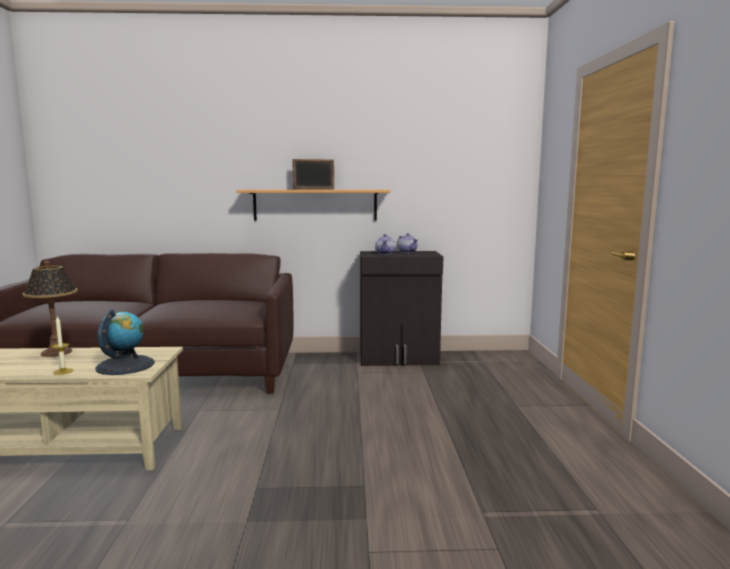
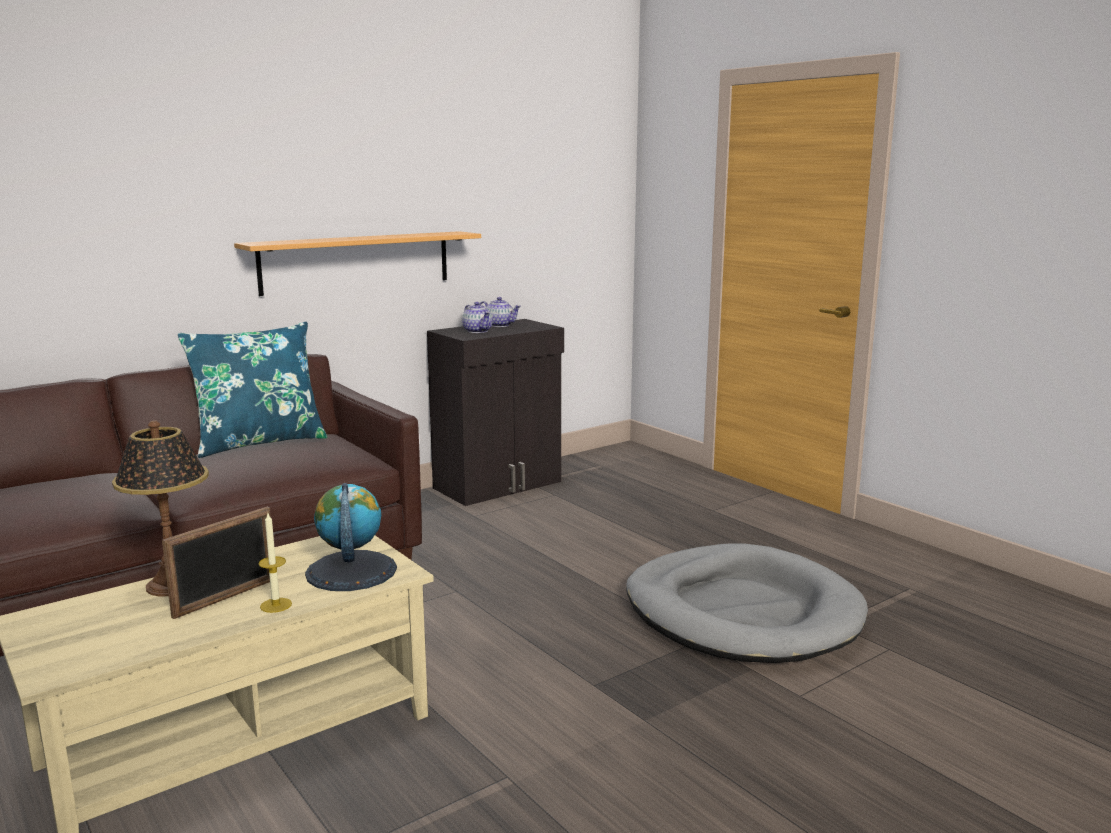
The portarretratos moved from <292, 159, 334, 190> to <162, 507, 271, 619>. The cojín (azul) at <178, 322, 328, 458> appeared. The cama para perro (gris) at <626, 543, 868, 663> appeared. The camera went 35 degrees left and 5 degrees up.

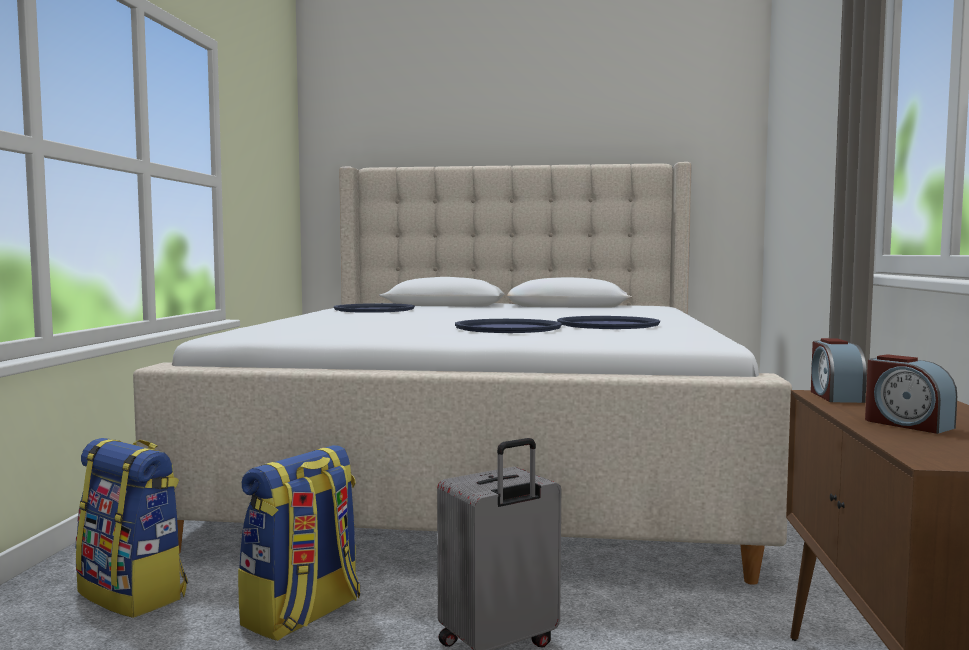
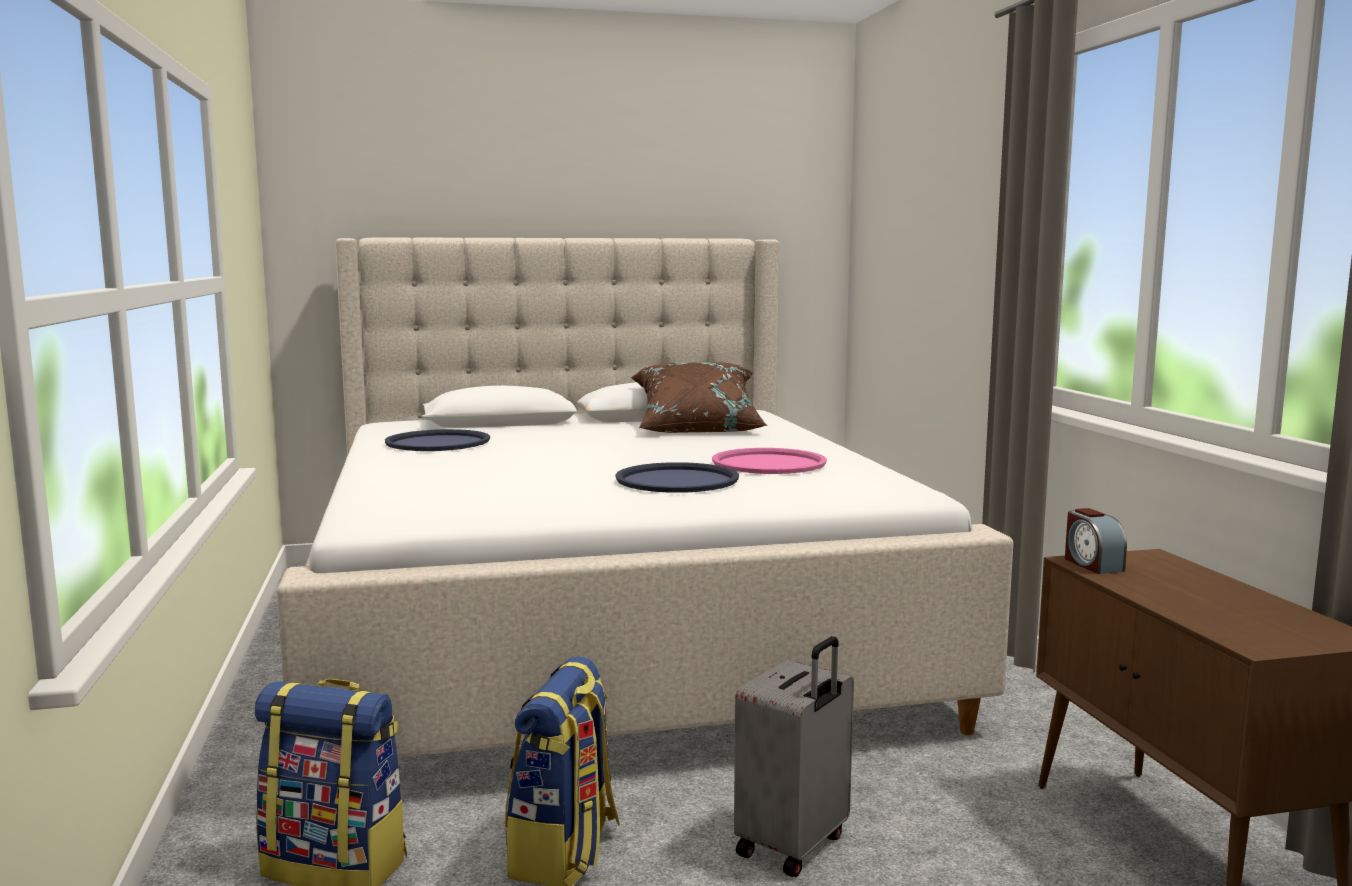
The bandeja (azul) at <557, 316, 660, 329> became the bandeja (rosa) at <712, 448, 827, 474>. The despertador at <865, 354, 957, 434> disappeared. The cojín (marrón) at <631, 362, 767, 433> appeared. The camera went 20 degrees left and 5 degrees up.

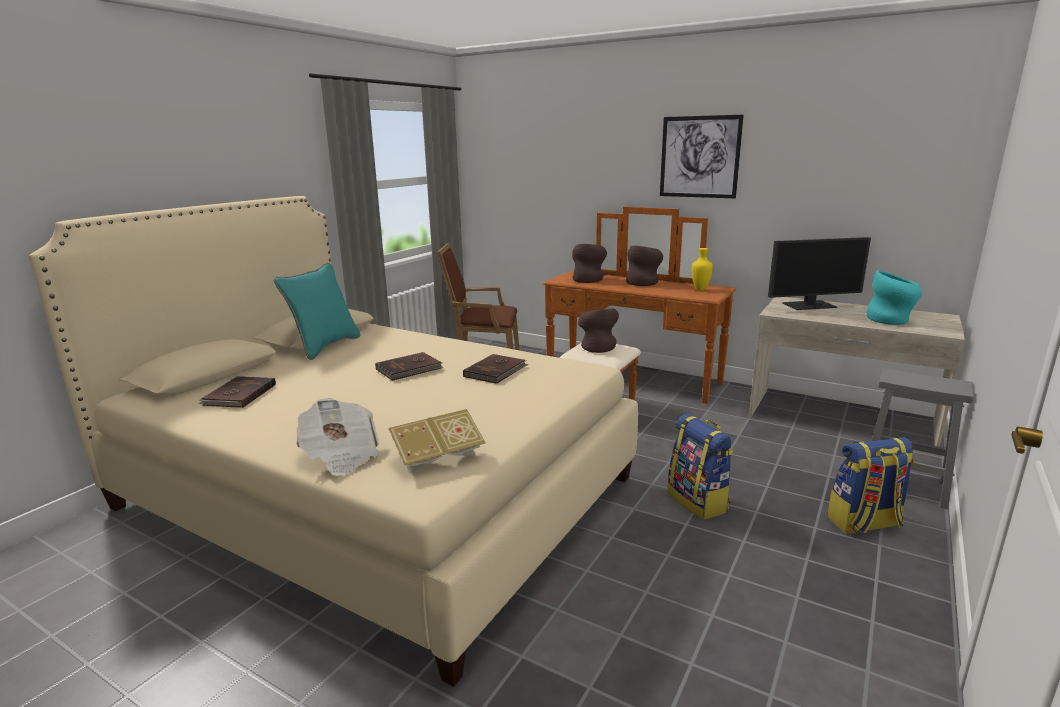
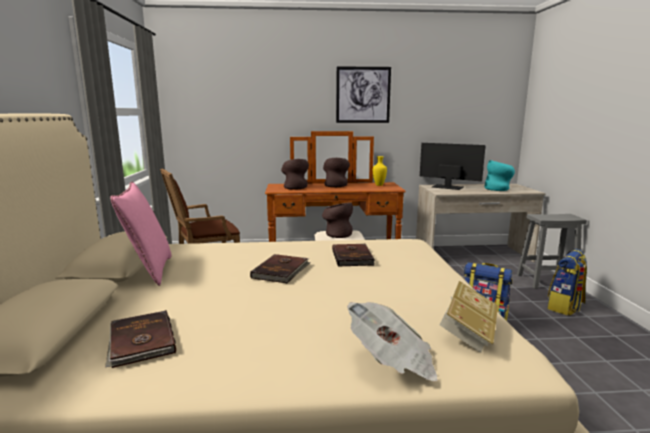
The monitor at <768, 237, 871, 310> turned 105 degrees counterclockwise. The cojín (turquesa) at <274, 263, 361, 360> became the cojín (rosa) at <110, 181, 172, 286>. The camera went 35 degrees left and 5 degrees down.

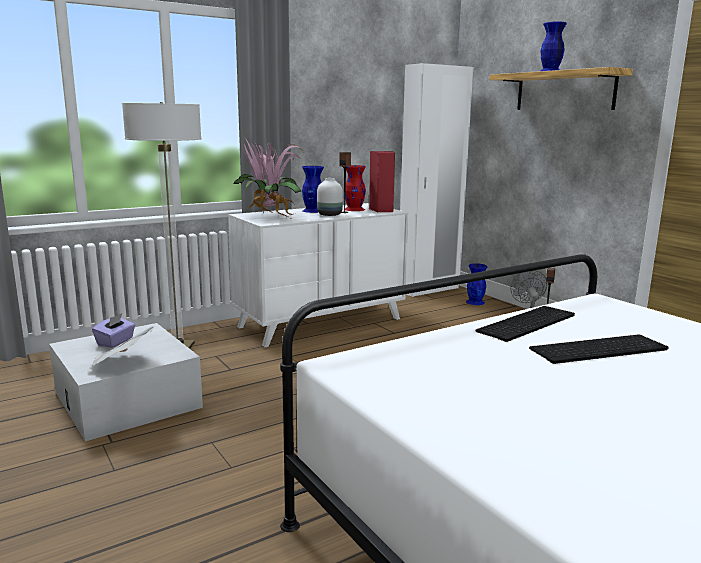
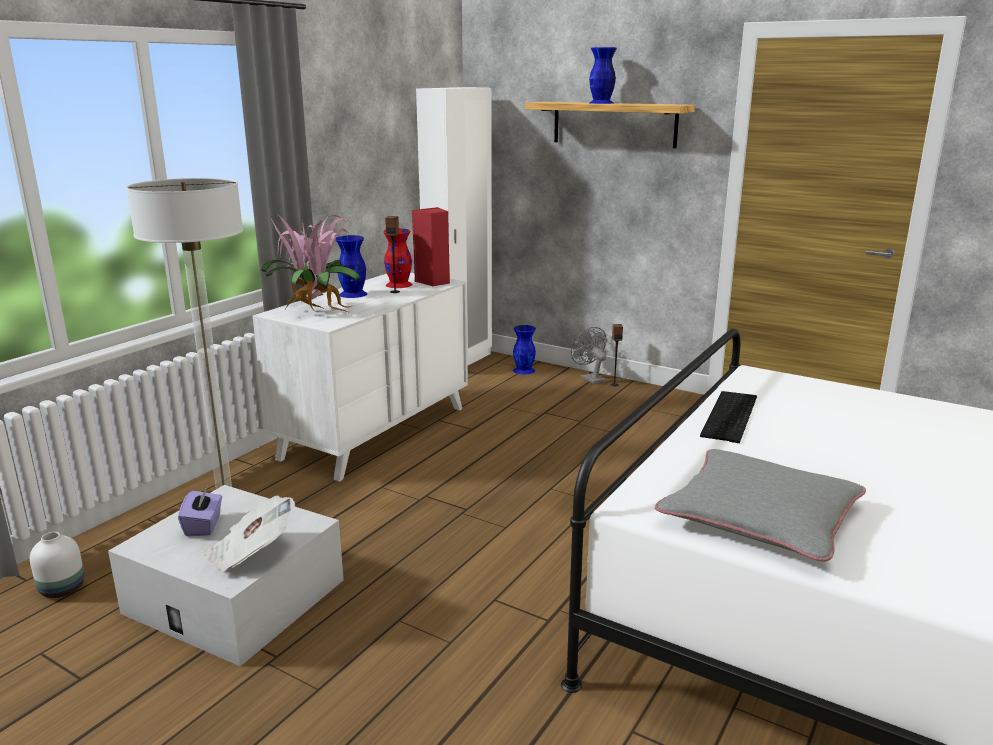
The florero (blanco) moved from <317, 178, 343, 216> to <30, 532, 84, 598>. The teclado at <529, 334, 669, 364> disappeared. The cojín (gris) at <655, 449, 866, 562> appeared. The camera went 25 degrees left and 5 degrees up.

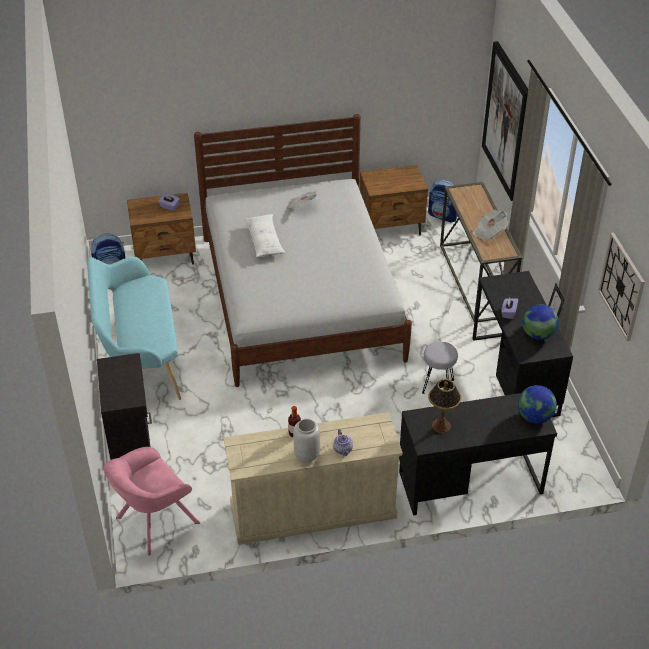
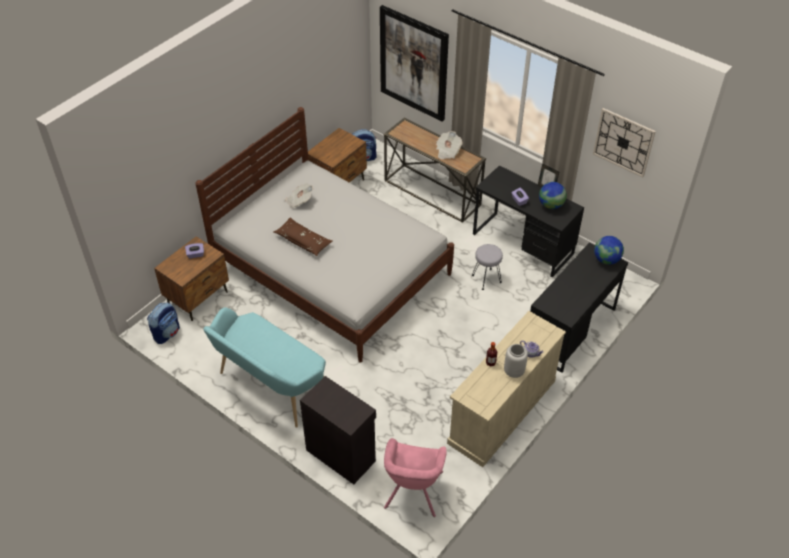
The cojín (blanco) at <244, 214, 286, 257> became the cojín (marrón) at <274, 217, 333, 256>. The lámpara de mesa at <429, 379, 461, 433> disappeared. The camera went 40 degrees left and 5 degrees up.

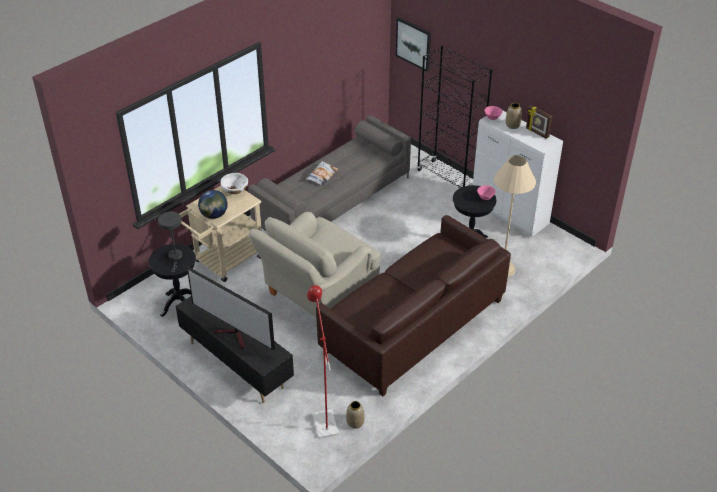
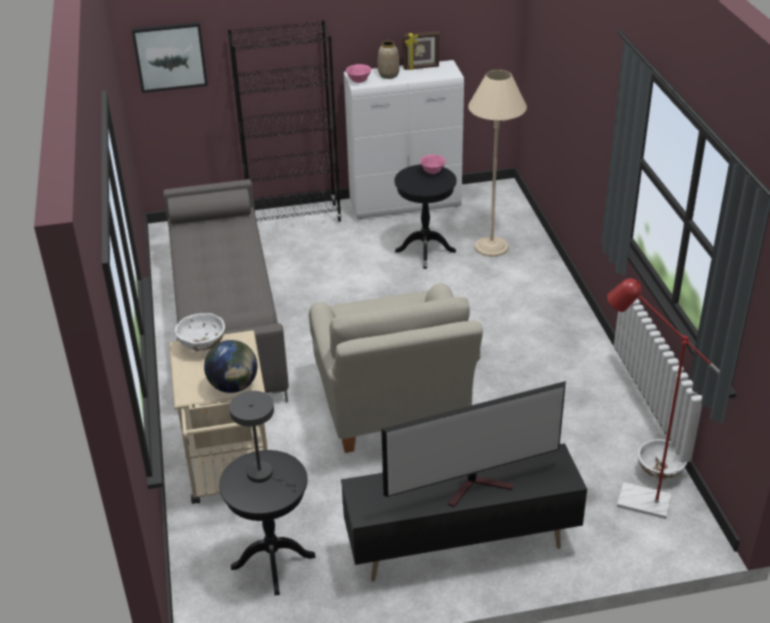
The cojín at <306, 161, 338, 186> disappeared. The sofá (marrón) at <316, 215, 511, 396> disappeared. The florero at <346, 401, 365, 429> was replaced by the cuenco (blanco) at <638, 439, 687, 479>. The camera went 55 degrees left and 5 degrees down.

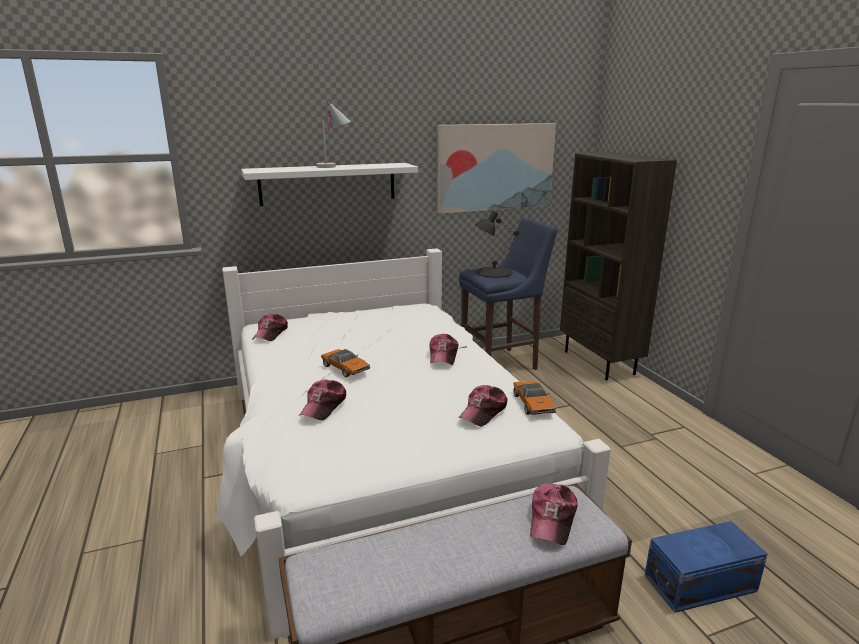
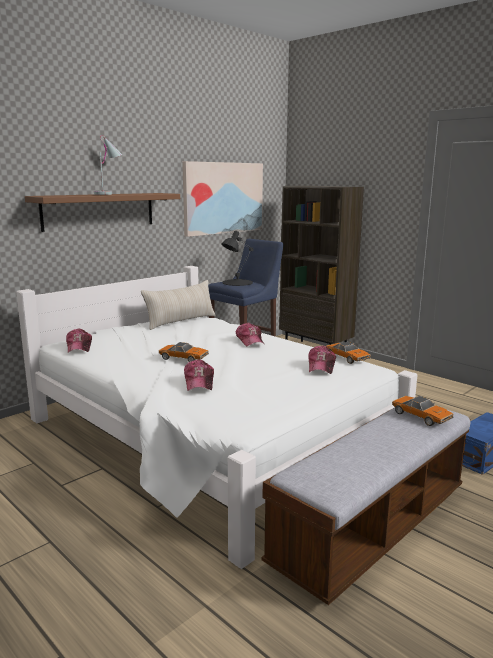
The estante (blanco) at <241, 163, 418, 206> became the estante (marrón) at <25, 193, 180, 232>. The gorra at <530, 483, 578, 545> was replaced by the coche de juguete at <392, 396, 454, 426>. The cojín (beis) at <141, 280, 216, 330> appeared. The camera went 25 degrees left and 5 degrees down.

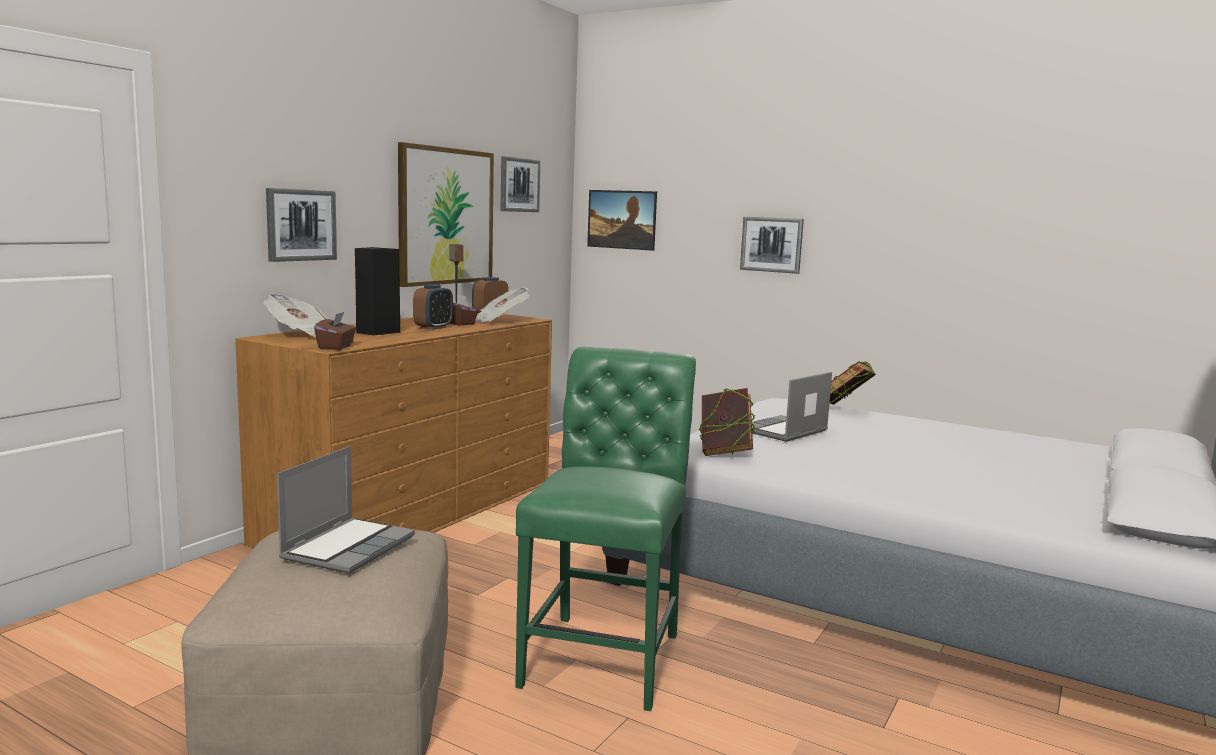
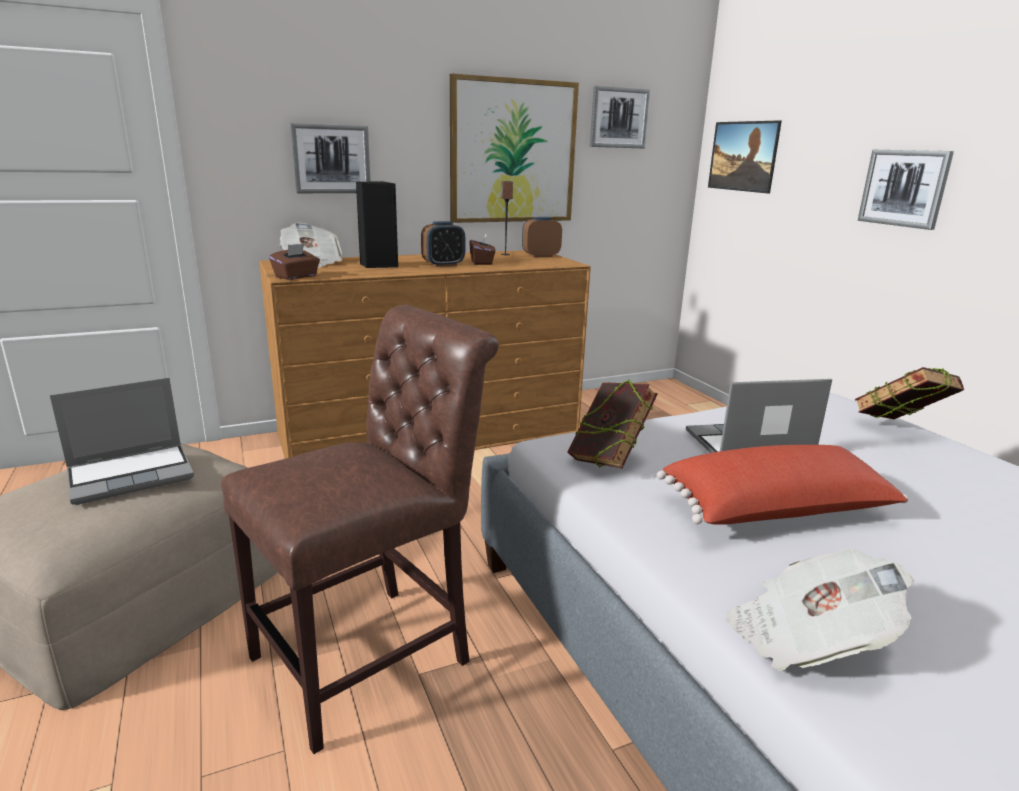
The periódico moved from <475, 287, 529, 322> to <726, 549, 914, 671>. The silla (verde) at <515, 347, 696, 711> became the silla (marrón) at <221, 305, 499, 754>. The cojín (rojo) at <657, 445, 908, 525> appeared. The camera went 35 degrees right and 10 degrees up.

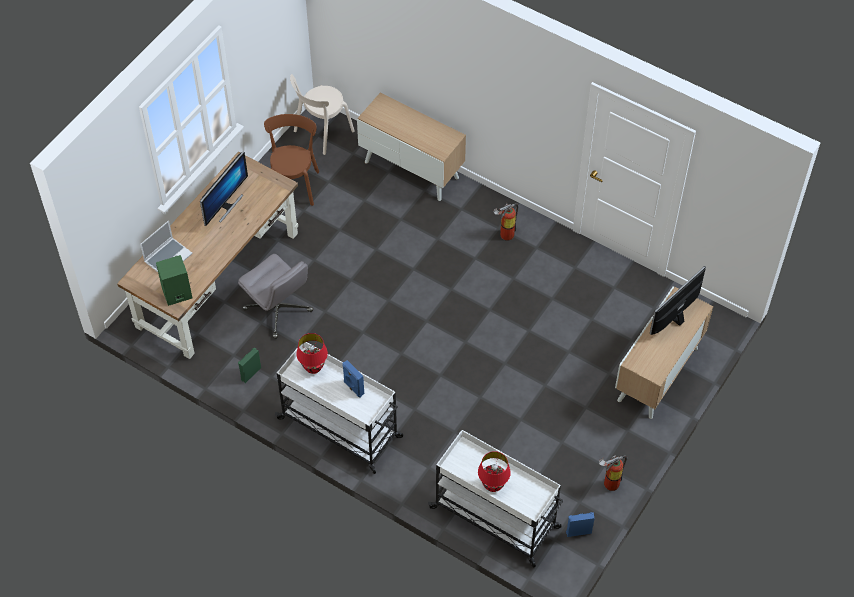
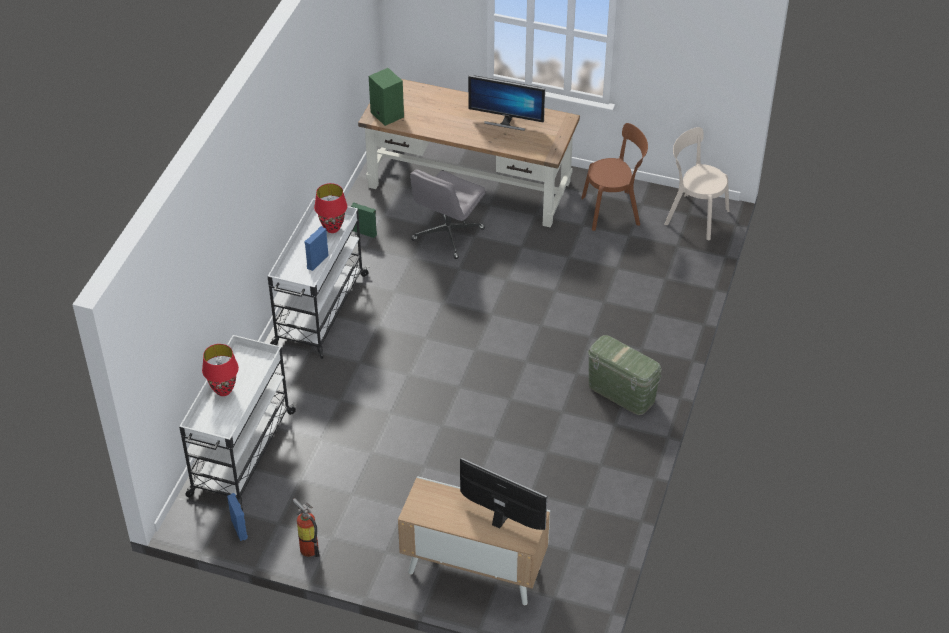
The armario at <357, 93, 466, 201> disappeared. The extintor at <494, 203, 519, 241> was replaced by the caja de almacenaje (verde) at <587, 335, 662, 415>. The portátil at <140, 221, 193, 272> disappeared. The camera went 75 degrees right and 10 degrees down.

